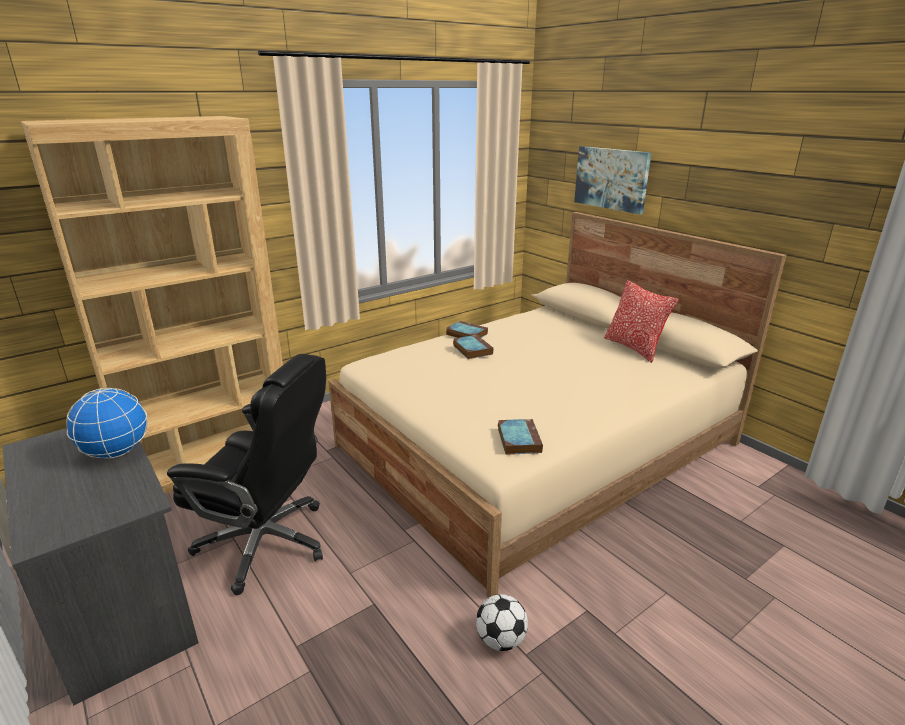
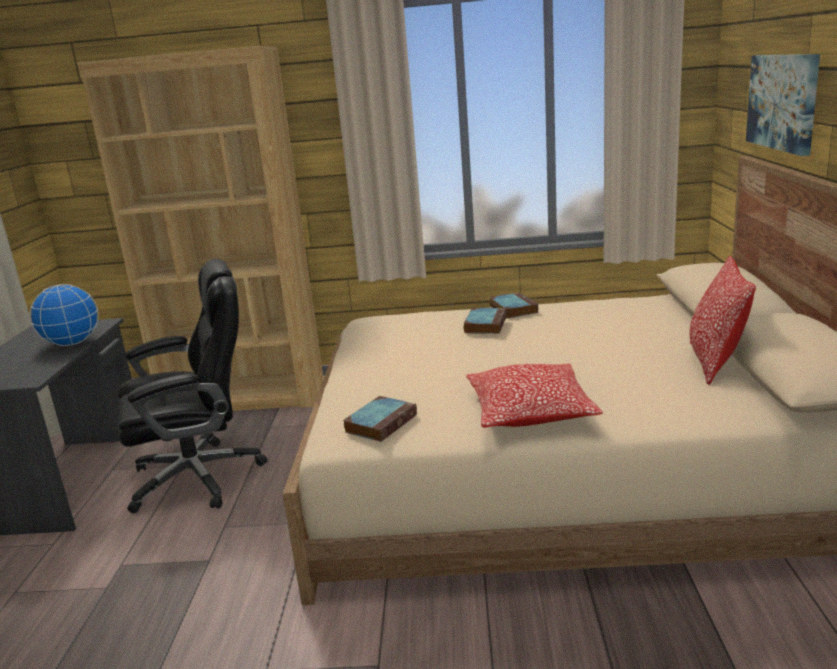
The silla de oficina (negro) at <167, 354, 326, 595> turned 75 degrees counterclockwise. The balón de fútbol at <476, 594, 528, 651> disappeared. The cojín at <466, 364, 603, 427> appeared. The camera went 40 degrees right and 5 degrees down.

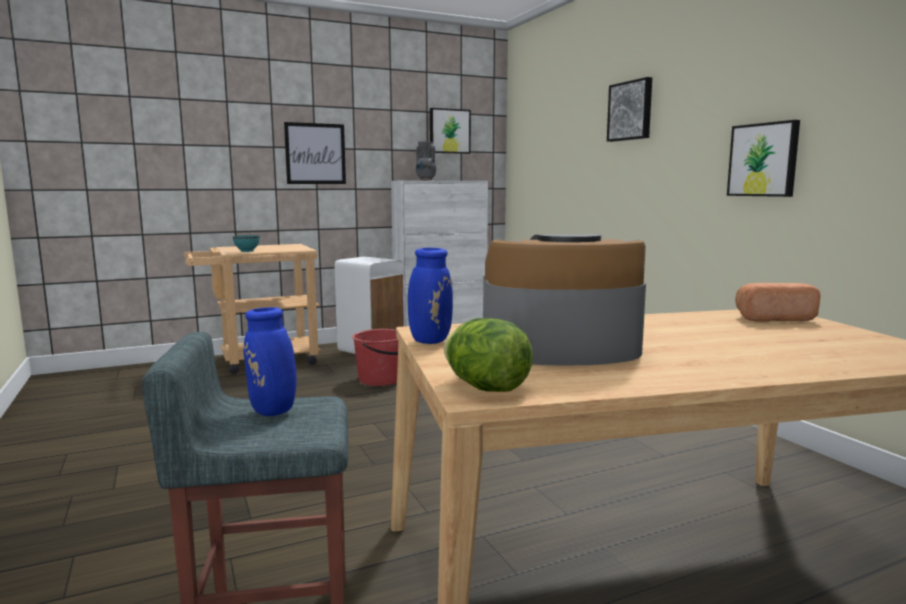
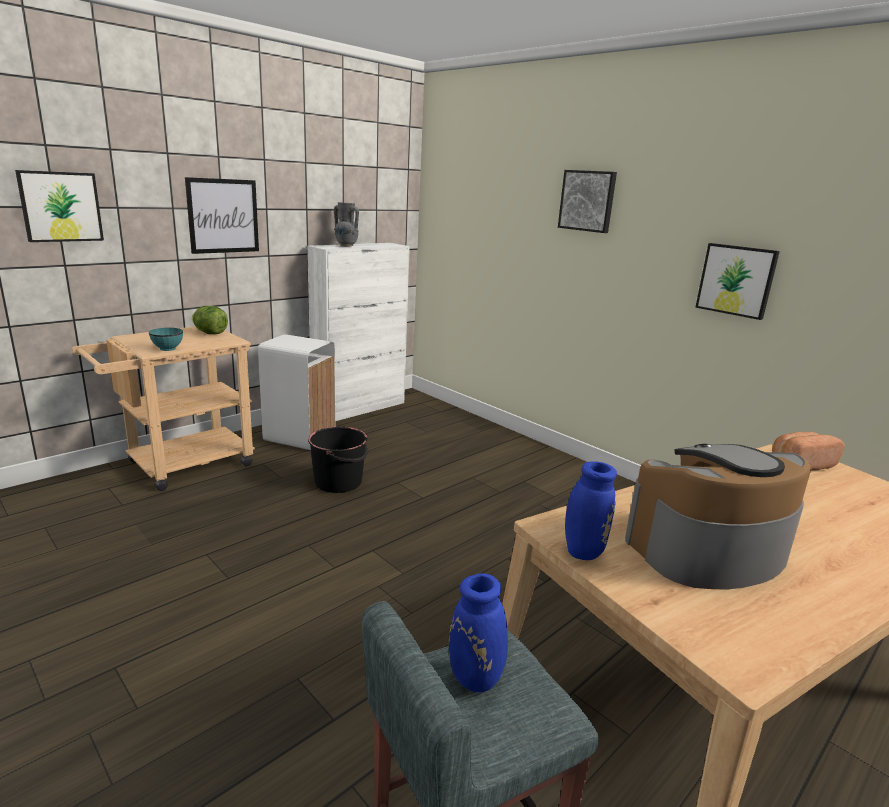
The cuadro moved from <430, 108, 471, 154> to <15, 170, 104, 242>. The lechuga moved from <444, 318, 533, 392> to <192, 306, 228, 334>. The cubo (rojo) at <352, 329, 398, 386> became the cubo (negro) at <308, 426, 369, 493>. The camera went 20 degrees left and 10 degrees up.

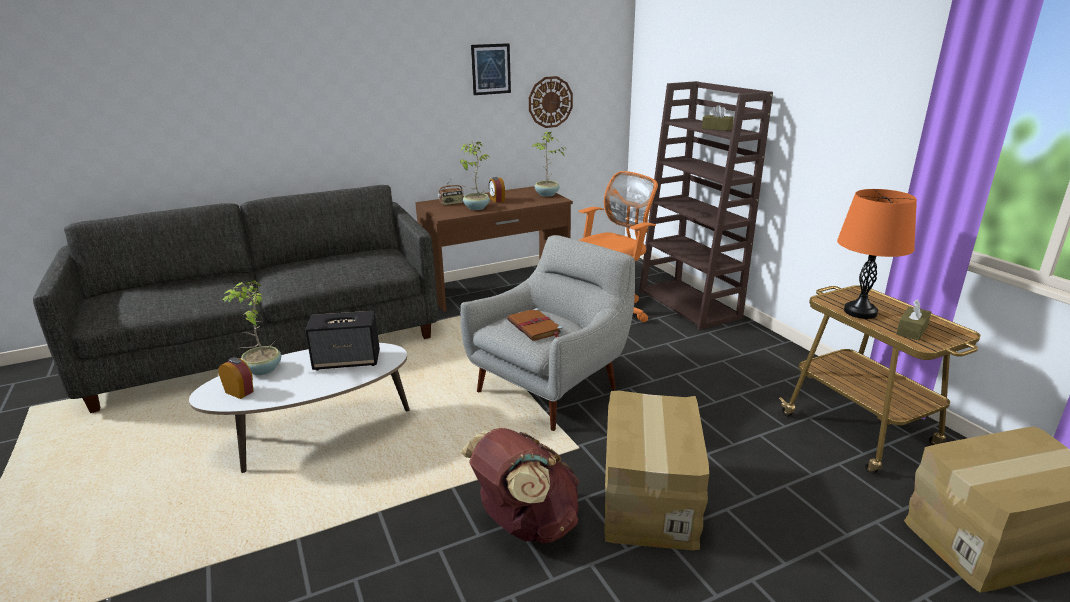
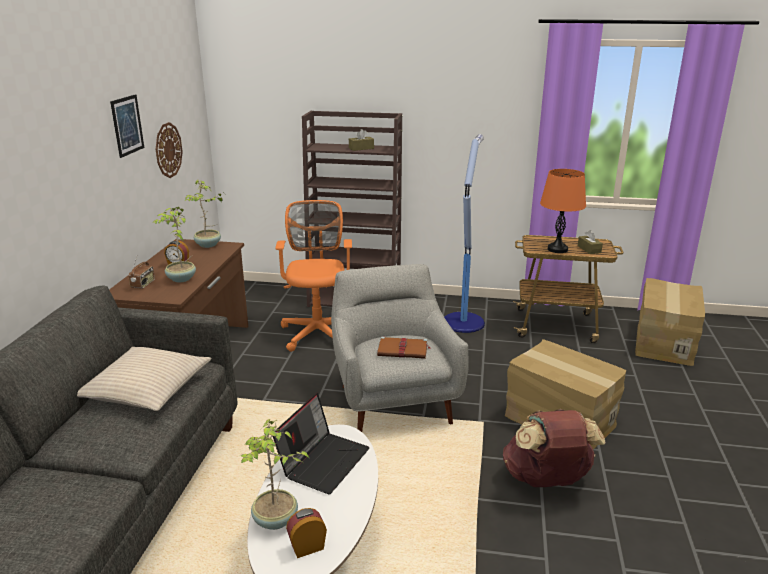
The altavoz at <305, 311, 380, 370> was replaced by the portátil at <273, 393, 370, 494>. The lámpara de pie at <444, 134, 485, 333> appeared. The cojín (beis) at <77, 347, 211, 411> appeared. The camera went 55 degrees left and 0 degrees up.

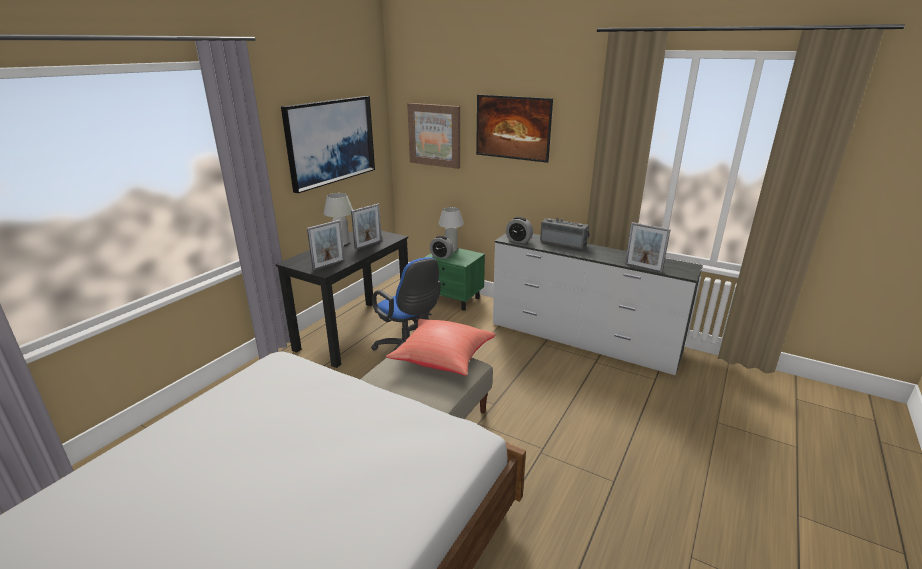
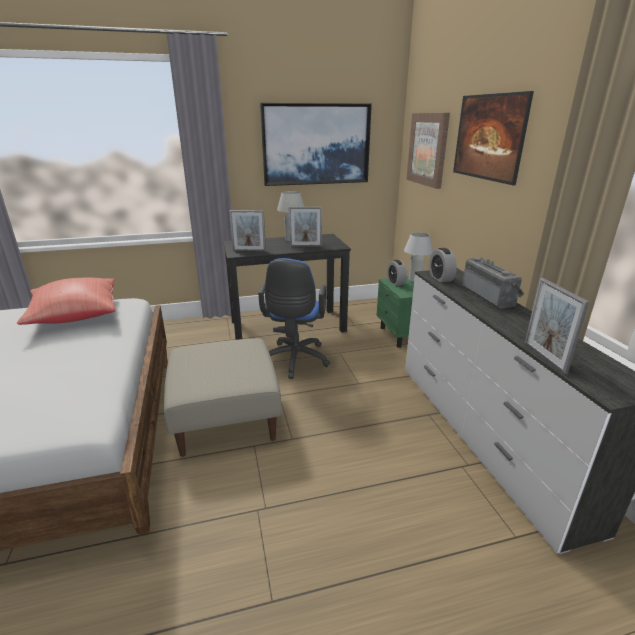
The cojín (rojo) moved from <386, 319, 495, 376> to <17, 278, 116, 325>. The camera went 45 degrees right and 0 degrees up.

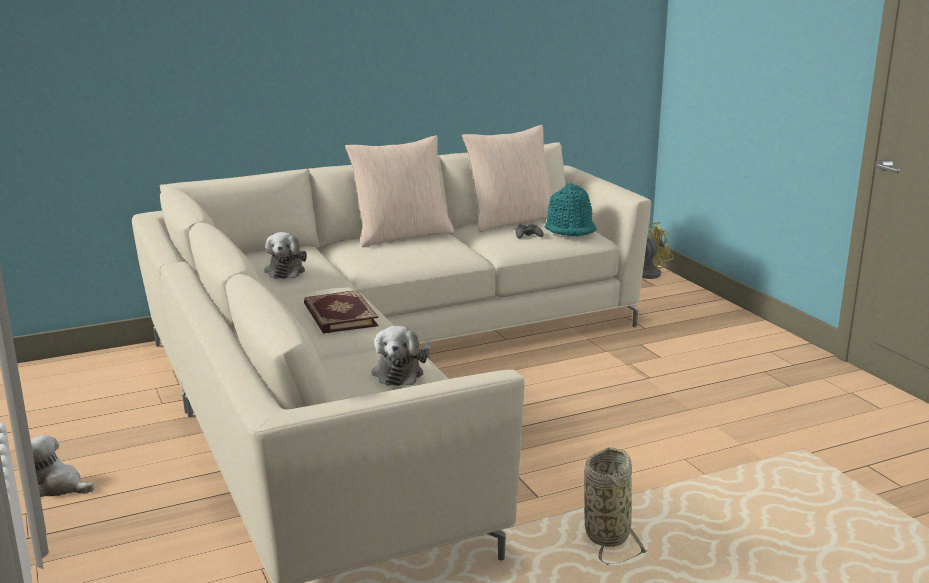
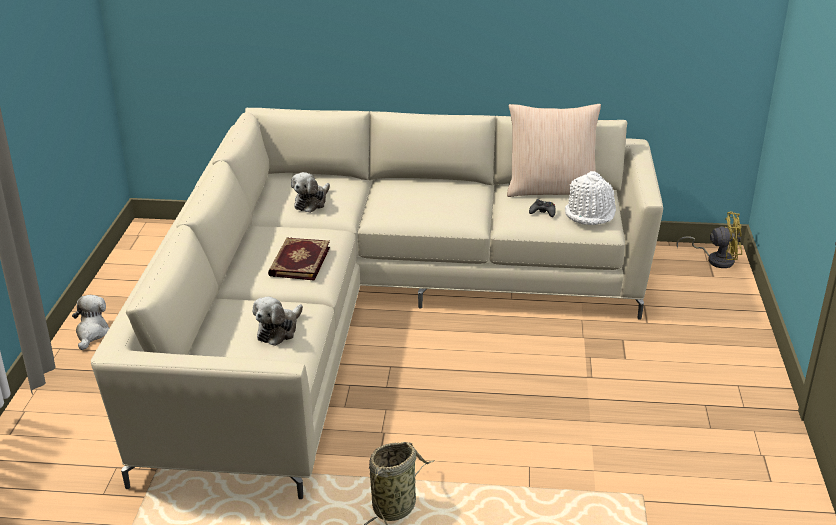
The cojín (beis) at <345, 135, 454, 247> disappeared. The sombrero (turquesa) at <545, 183, 597, 236> became the sombrero (blanco) at <565, 171, 616, 225>. The peluche at <31, 435, 95, 497> turned 45 degrees clockwise. The camera went 30 degrees right and 10 degrees up.

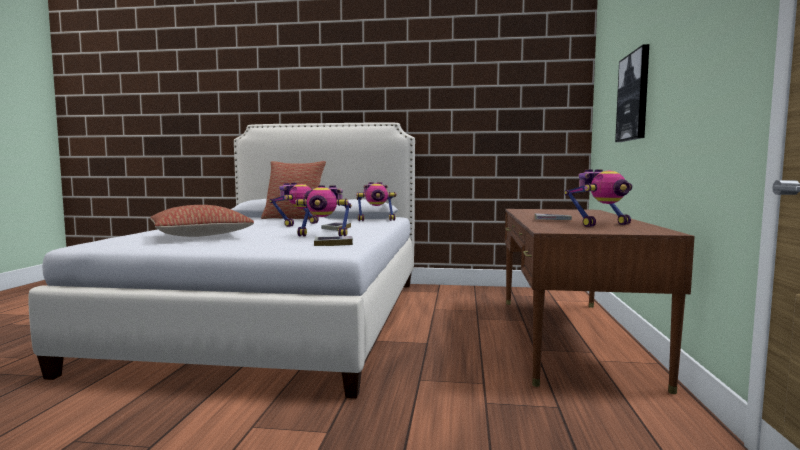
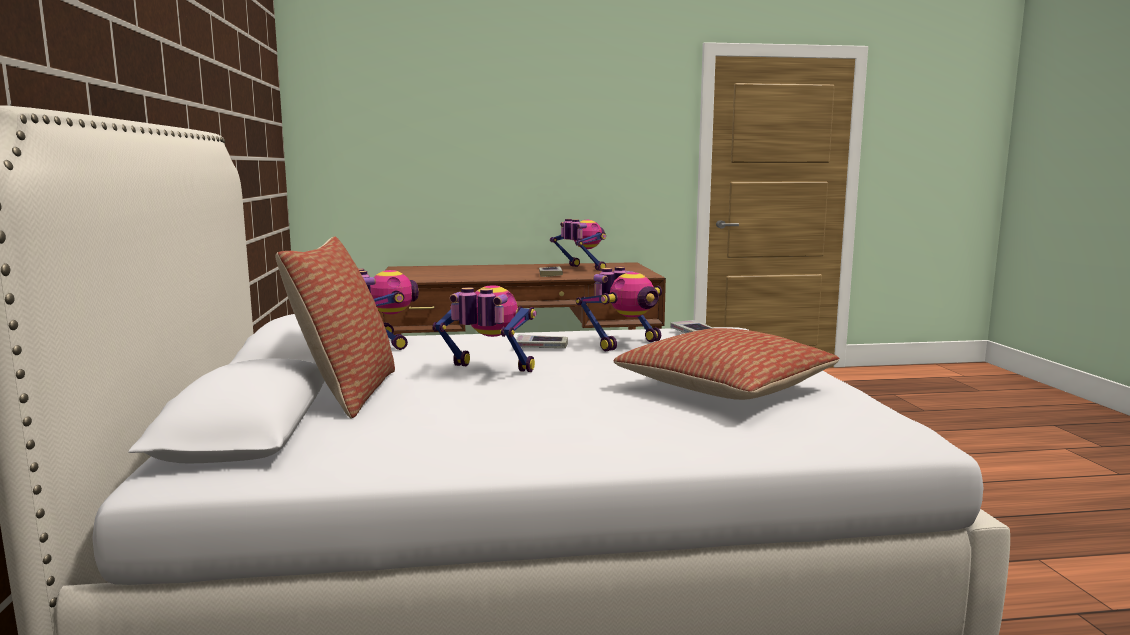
The cuadro at <615, 44, 649, 142> disappeared. The robot de juguete at <295, 185, 352, 236> turned 60 degrees clockwise. The camera went 105 degrees left and 5 degrees up.

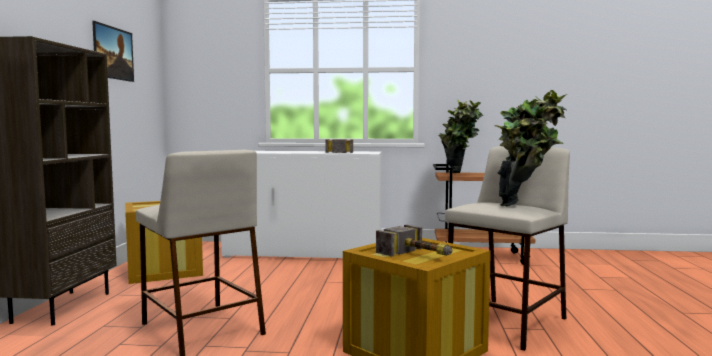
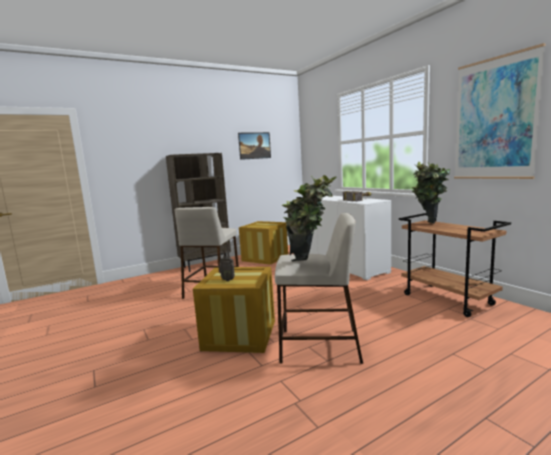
The martillo at <376, 225, 453, 257> was replaced by the radio at <218, 243, 235, 281>. The cuadro at <454, 43, 546, 179> appeared. The camera went 55 degrees right and 5 degrees up.

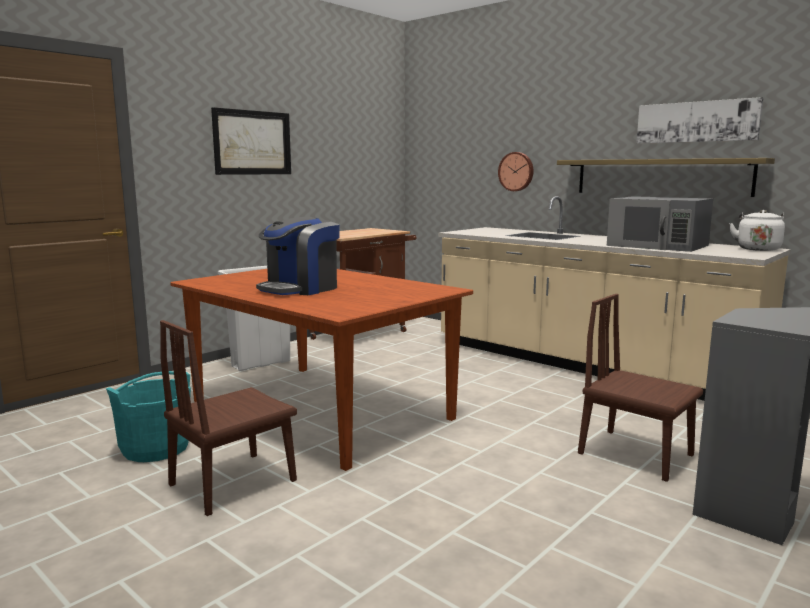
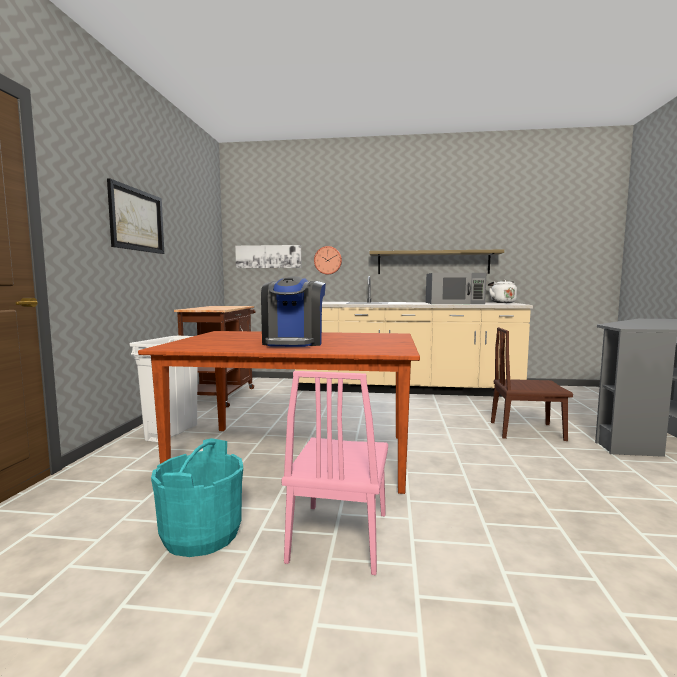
The cuadro moved from <637, 97, 764, 144> to <235, 245, 302, 268>. The silla (marrón) at <160, 320, 297, 516> became the silla (rosa) at <282, 371, 388, 575>. The camera went 35 degrees left and 5 degrees down.

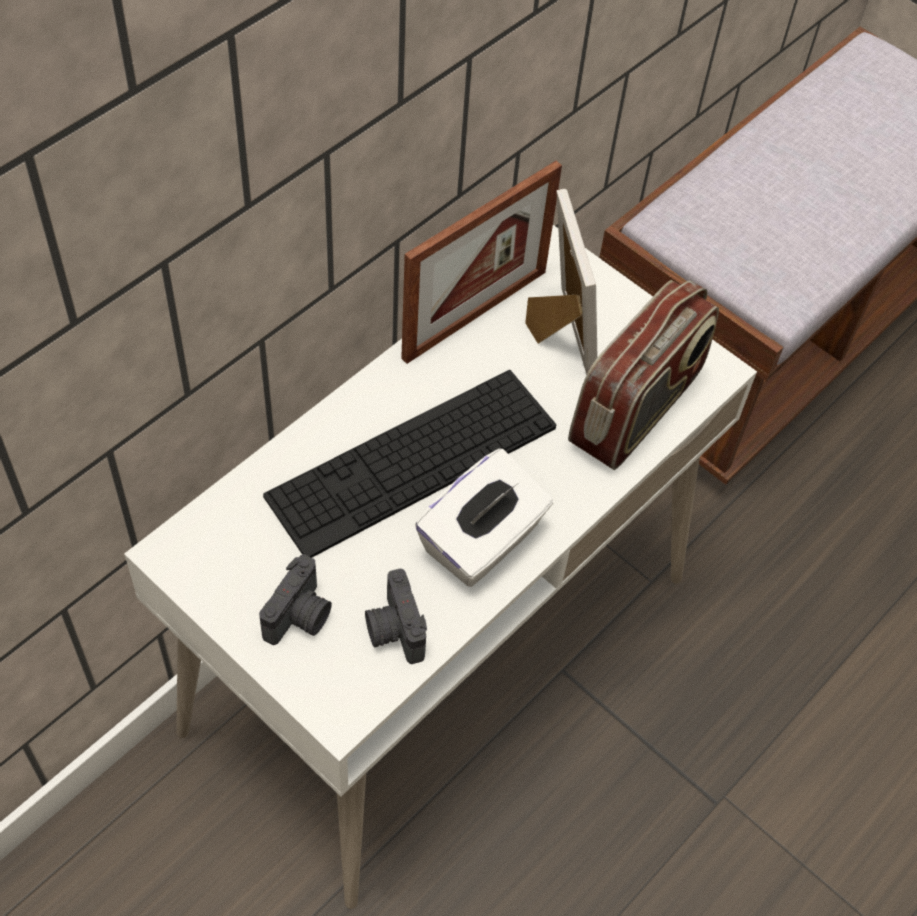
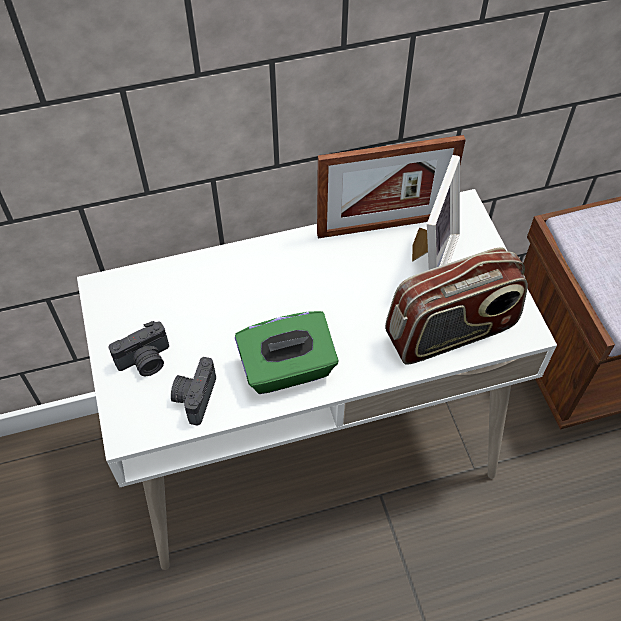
The teclado at <263, 370, 556, 558> disappeared. The caja de pañuelos (blanco) at <415, 449, 553, 587> became the caja de pañuelos (verde) at <235, 311, 339, 394>. The camera went 35 degrees right and 0 degrees up.

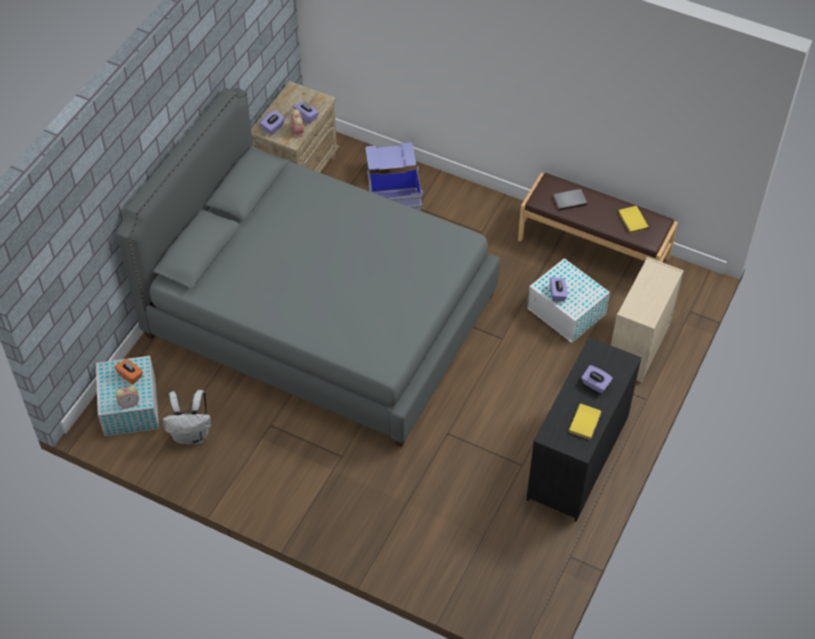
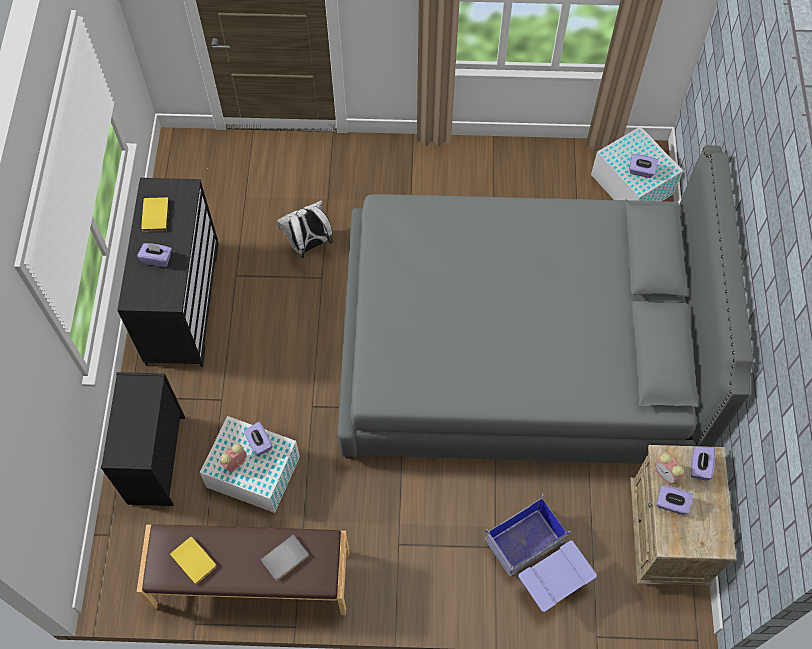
The cómoda (beis) at <611, 257, 684, 383> became the cómoda (negro) at <101, 372, 185, 506>. The caja de pañuelos (naranja) at <114, 359, 143, 385> became the caja de pañuelos (morado) at <629, 154, 658, 178>. The despertador moved from <115, 385, 139, 410> to <220, 443, 246, 473>. The mochila (blanco) moved from <163, 390, 212, 445> to <277, 200, 333, 258>. The camera went 155 degrees right and 10 degrees up.

